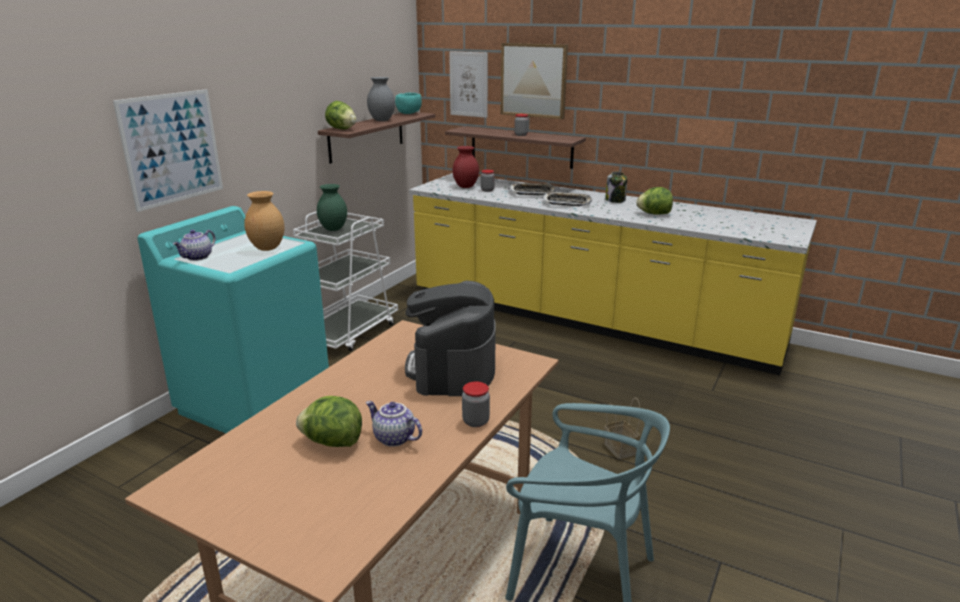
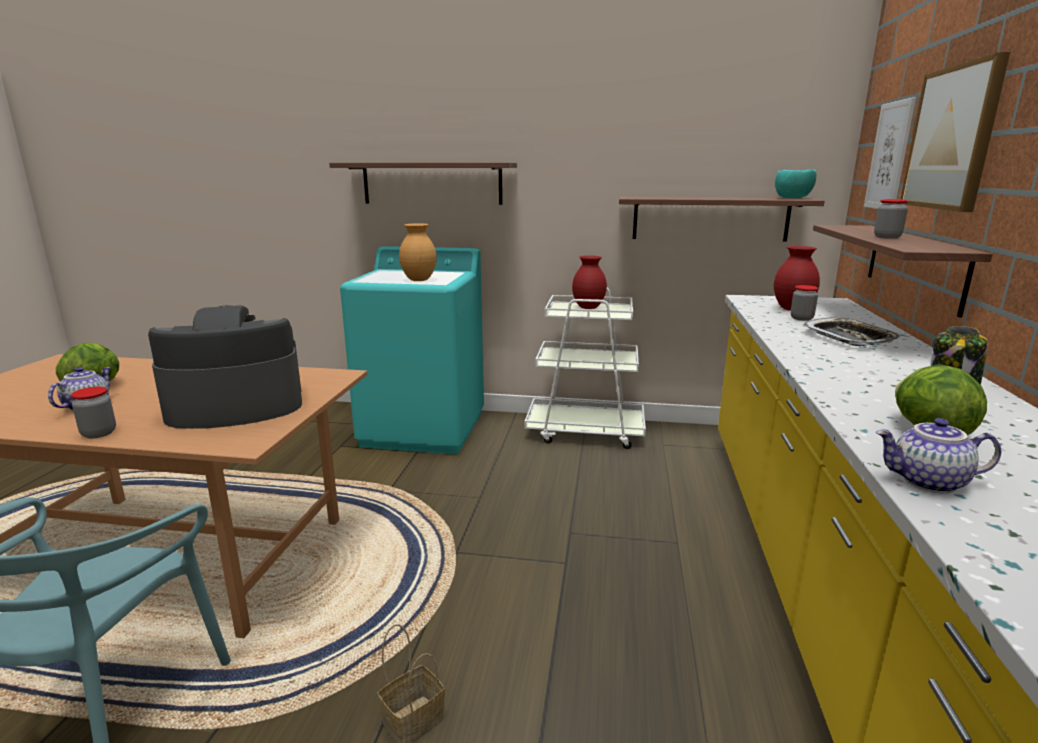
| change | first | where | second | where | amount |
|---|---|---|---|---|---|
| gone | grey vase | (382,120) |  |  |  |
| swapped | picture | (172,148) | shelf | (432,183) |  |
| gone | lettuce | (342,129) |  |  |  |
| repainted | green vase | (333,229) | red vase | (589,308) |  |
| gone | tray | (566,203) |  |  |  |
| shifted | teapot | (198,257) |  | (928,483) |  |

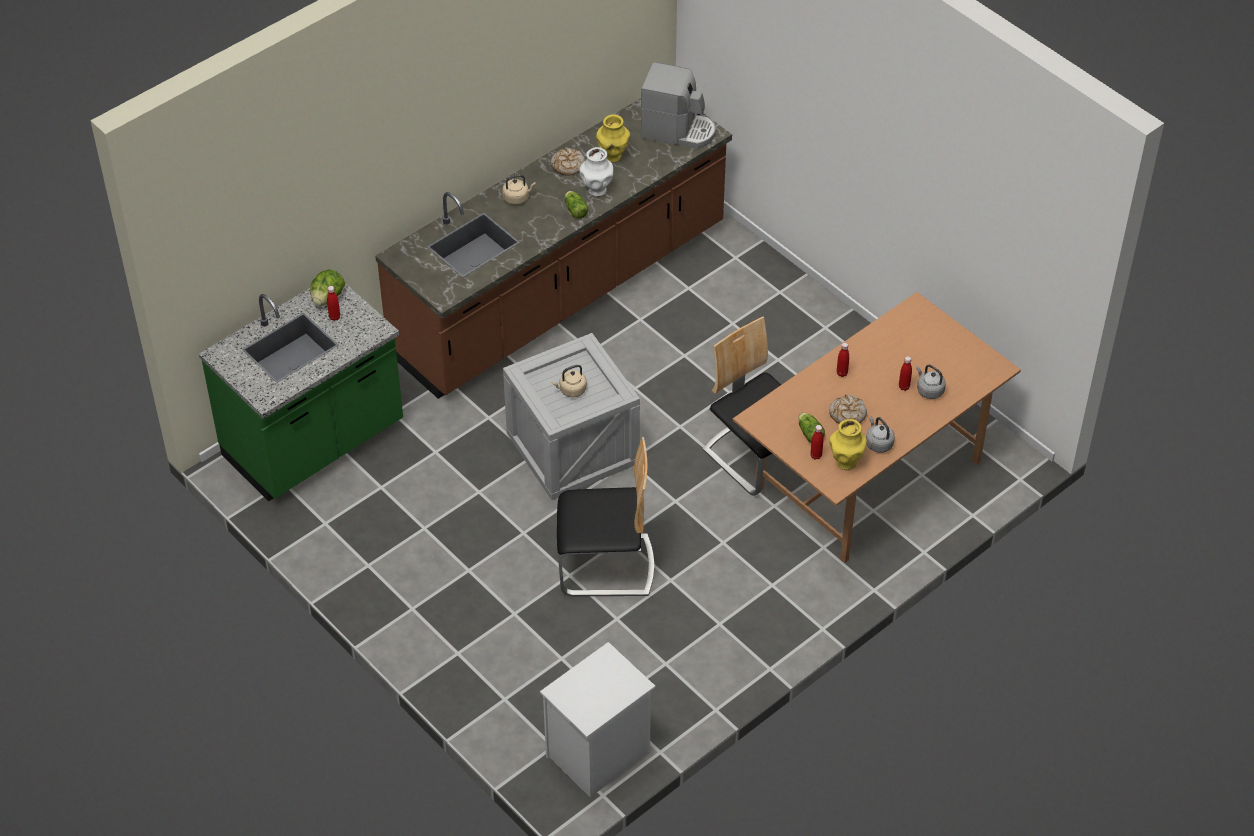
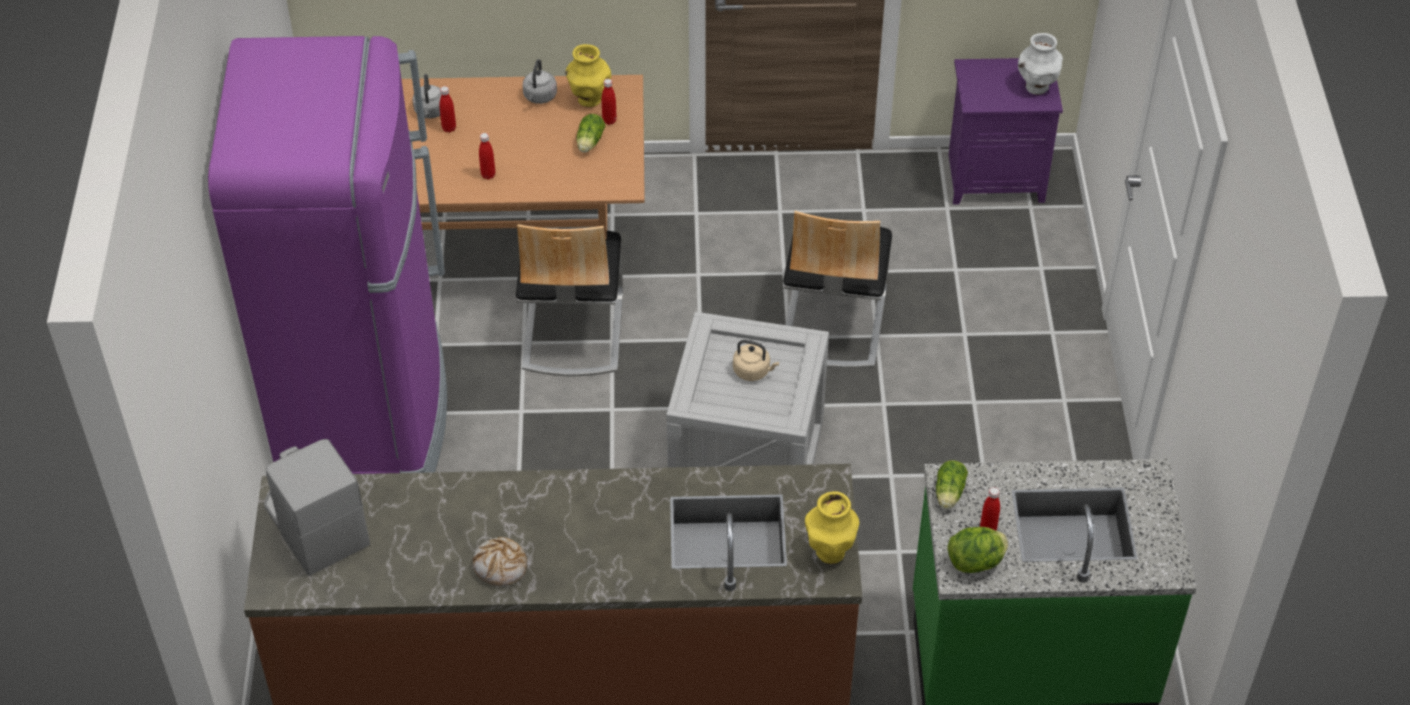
| change | first | where | second | where | amount |
|---|---|---|---|---|---|
| shifted | yellow vase | (612,156) |  | (830,551) |  |
| shifted | white vase | (597,190) |  | (1036,87) |  |
| gone | beige kettle | (517,198) |  |  |  |
| shifted | lettuce | (575,209) |  | (948,494) |  |
| gone | bread | (847,414) |  |  |  |
| rotated | chair | (605,566) |  | (832,322) | 120 degrees counterclockwise |
| repainted | white nightstand | (598,756) | purple nightstand | (996,177) |  |
| new |  |  | purple fridge | (366,415) |  |

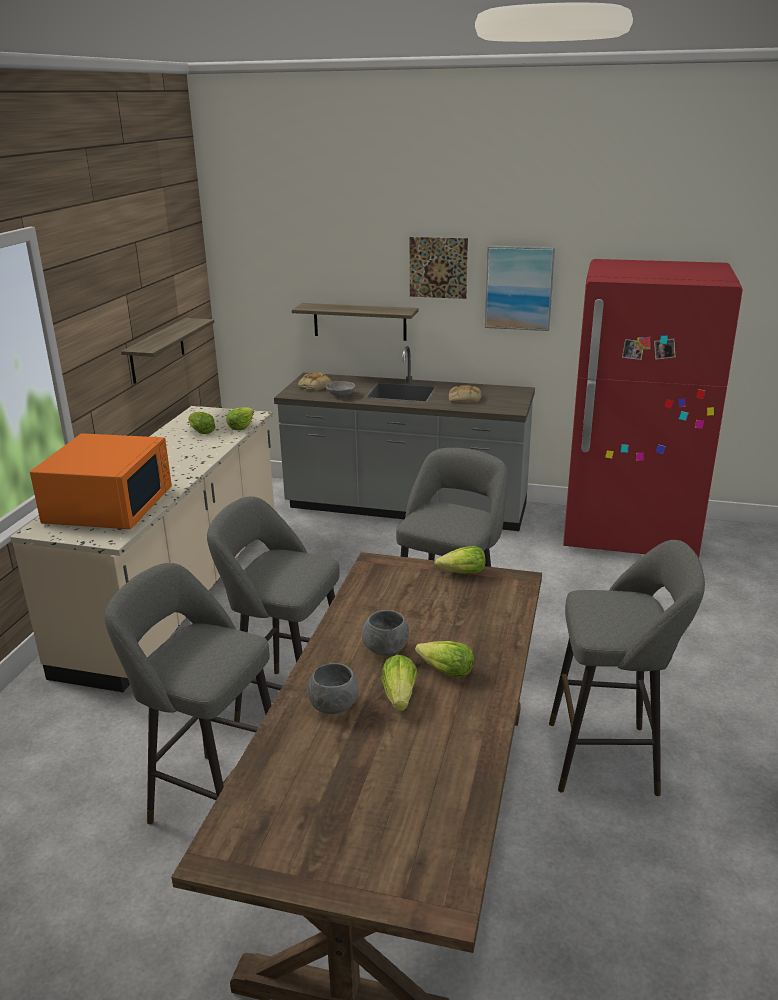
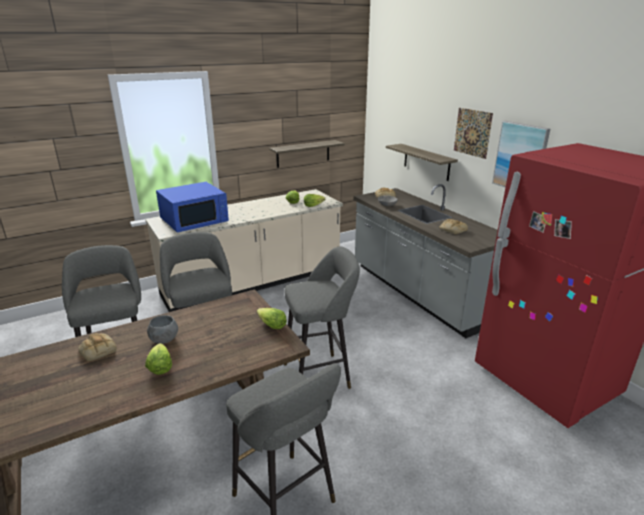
| change | first | where | second | where | amount |
|---|---|---|---|---|---|
| repainted | orange microwave | (110,505) | blue microwave | (195,220) |  |
| gone | lettuce | (399,696) |  |  |  |
| swapped | grey bowl | (333,706) | bread | (97,350) |  |

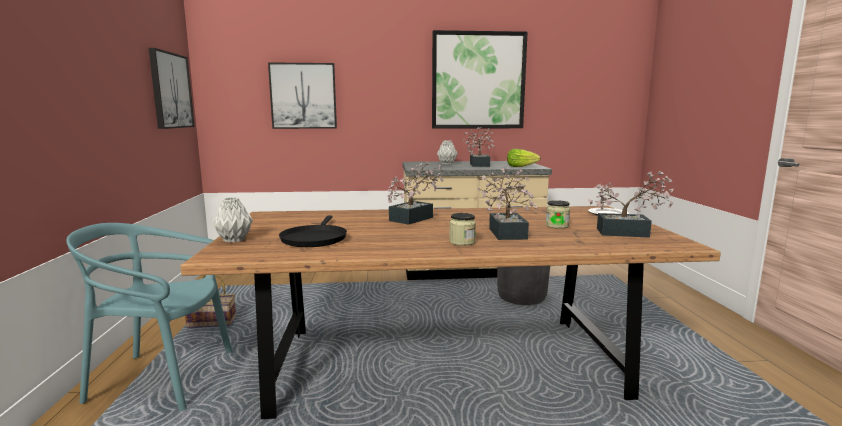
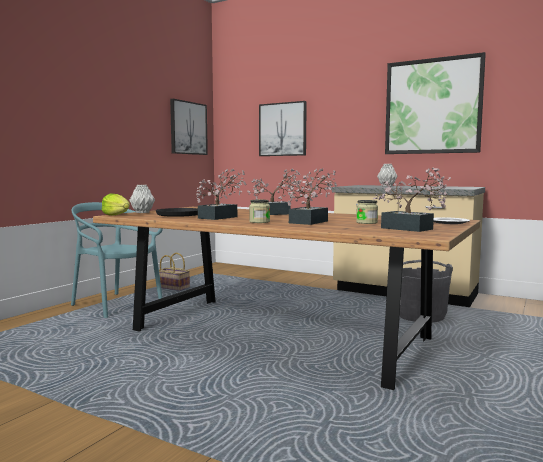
| change | first | where | second | where | amount |
|---|---|---|---|---|---|
| shifted | potted plant | (479,164) |  | (221,217) |  |
| shifted | lettuce | (521,167) |  | (117,215) |  |

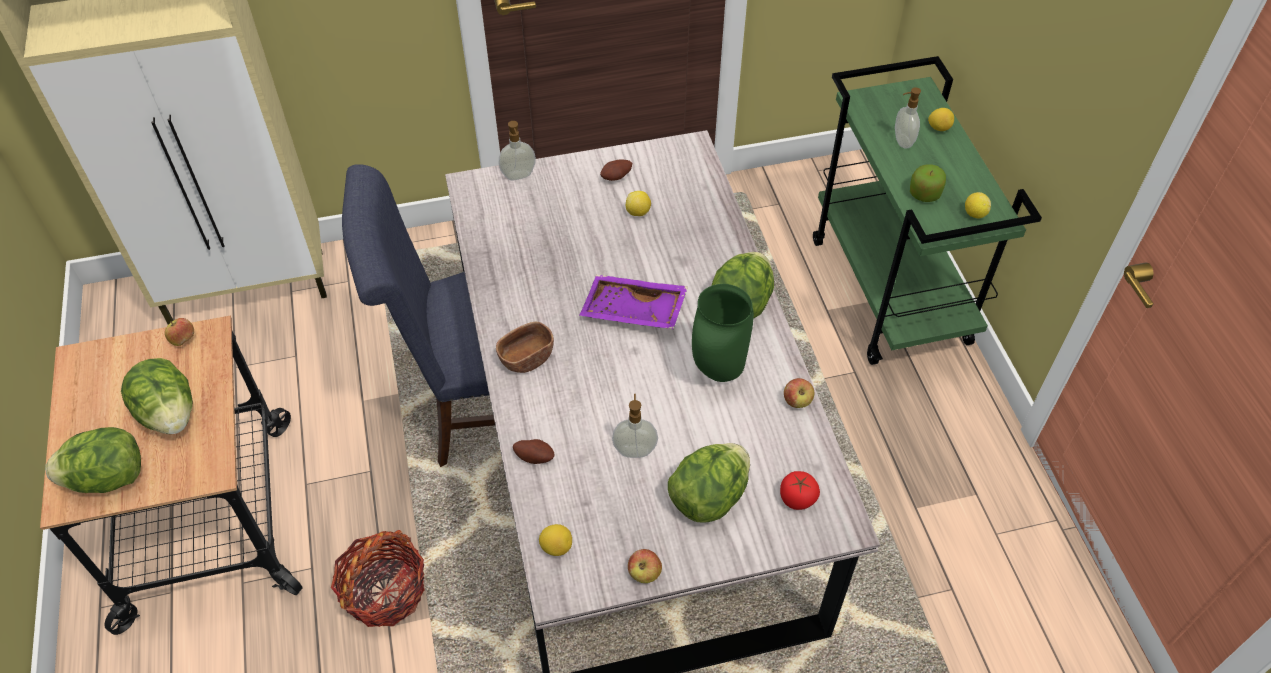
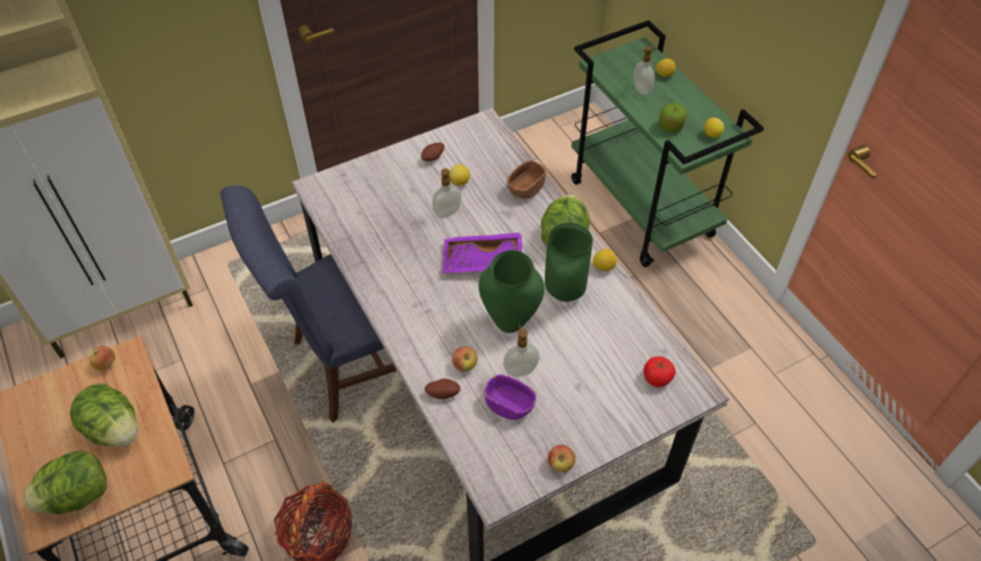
| change | first | where | second | where | amount |
|---|---|---|---|---|---|
| shifted | soap dispenser | (519,176) |  | (448,213) |  |
| shifted | brown bowl | (527,357) |  | (526,188) |  |
| shifted | apple | (797,401) |  | (465,365) |  |
| gone | lettuce | (708,497) |  |  |  |
| shifted | lemon | (556,547) |  | (603,267) |  |
| new |  |  | green vase | (509,323) |  |
| new |  |  | purple bowl | (509,405) |  |

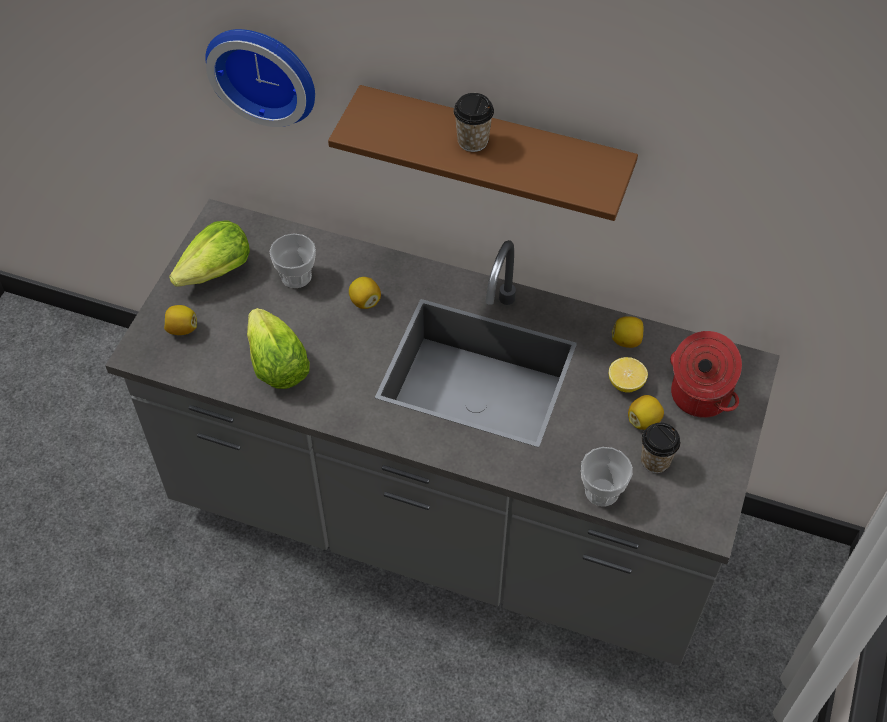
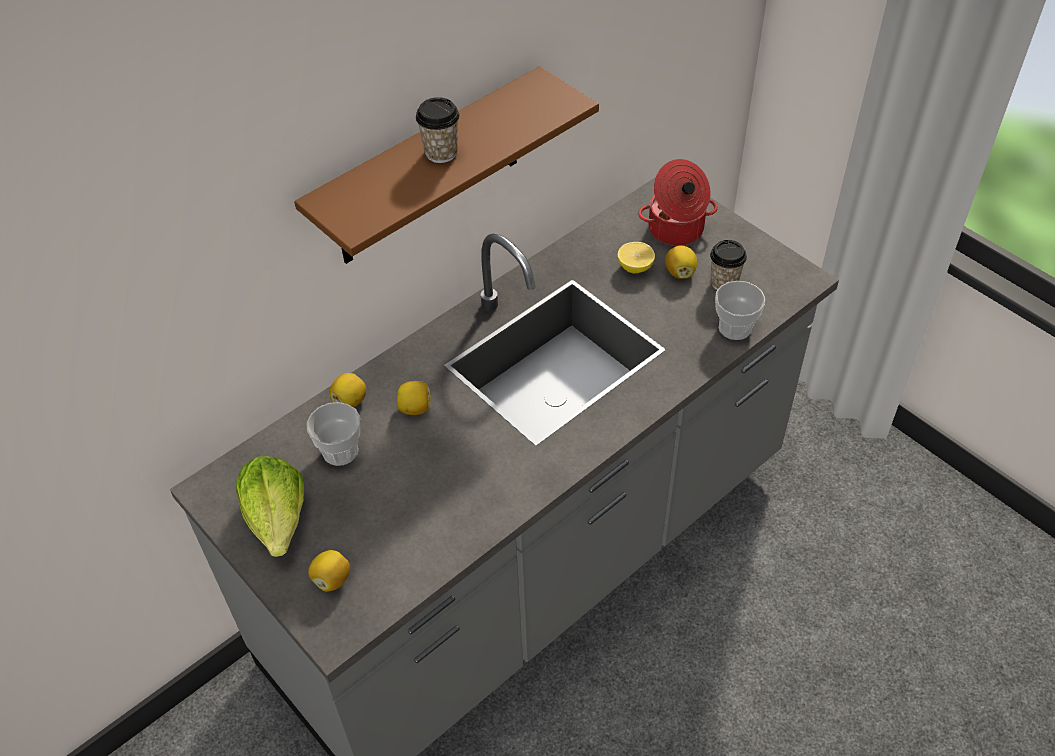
| change | first | where | second | where | amount |
|---|---|---|---|---|---|
| gone | wall clock | (264,71) |  |  |  |
| gone | lettuce | (277,366) |  |  |  |
| shifted | lemon | (627,340) |  | (350,401) |  |

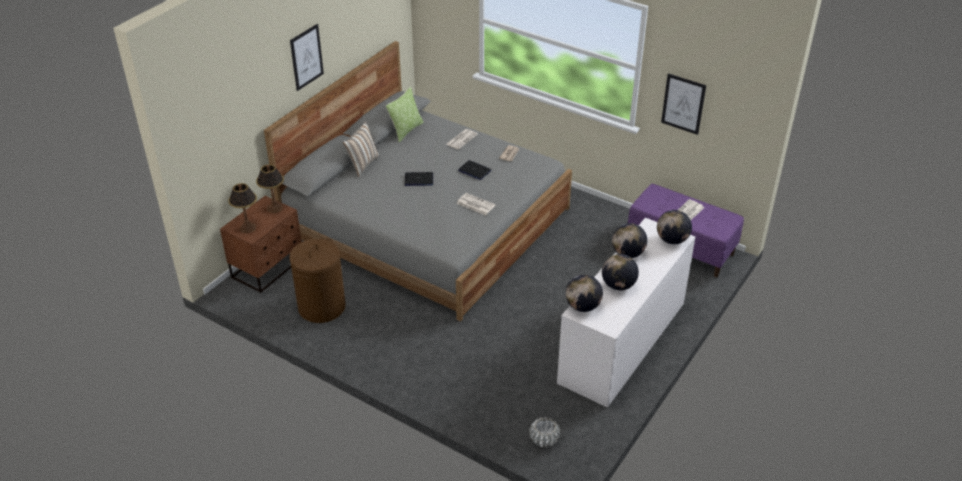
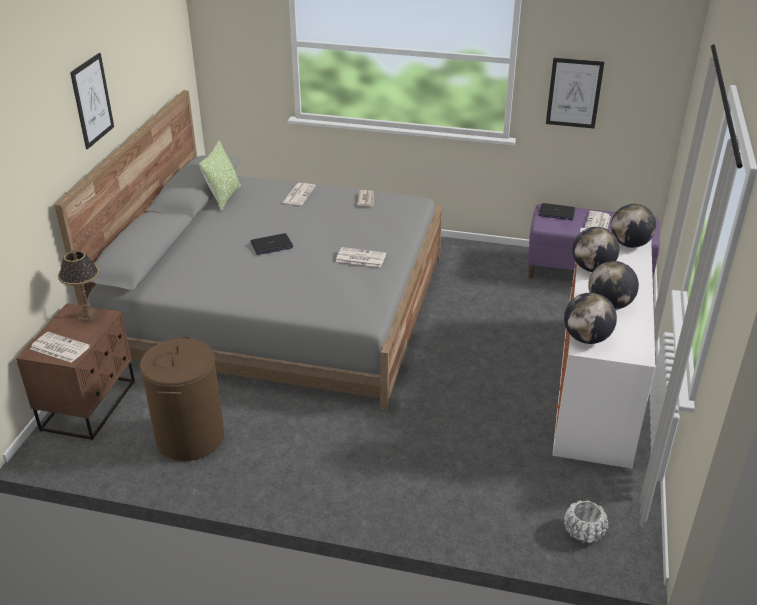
| change | first | where | second | where | amount |
|---|---|---|---|---|---|
| gone | pillow | (362,164) |  |  |  |
| shifted | laptop | (474,171) |  | (556,213) |  |
| swapped | table lamp | (247,227) | newspaper | (59,348) |  |

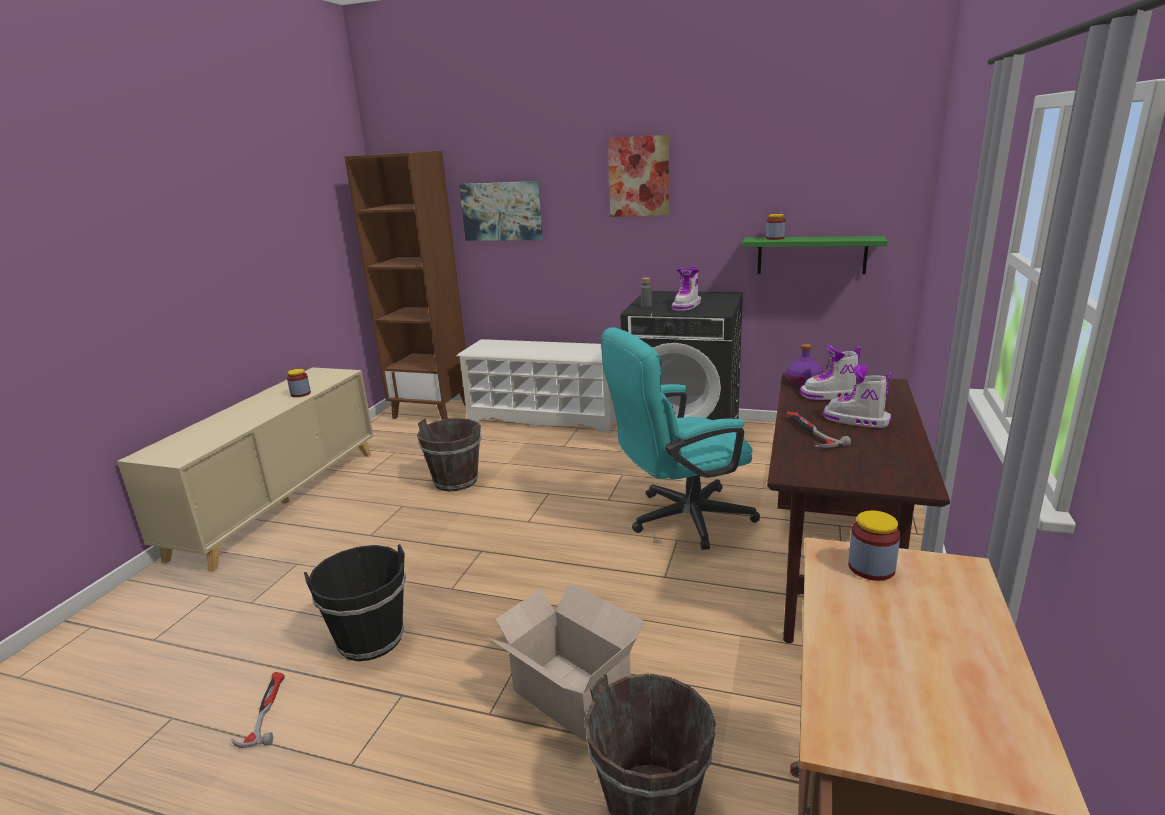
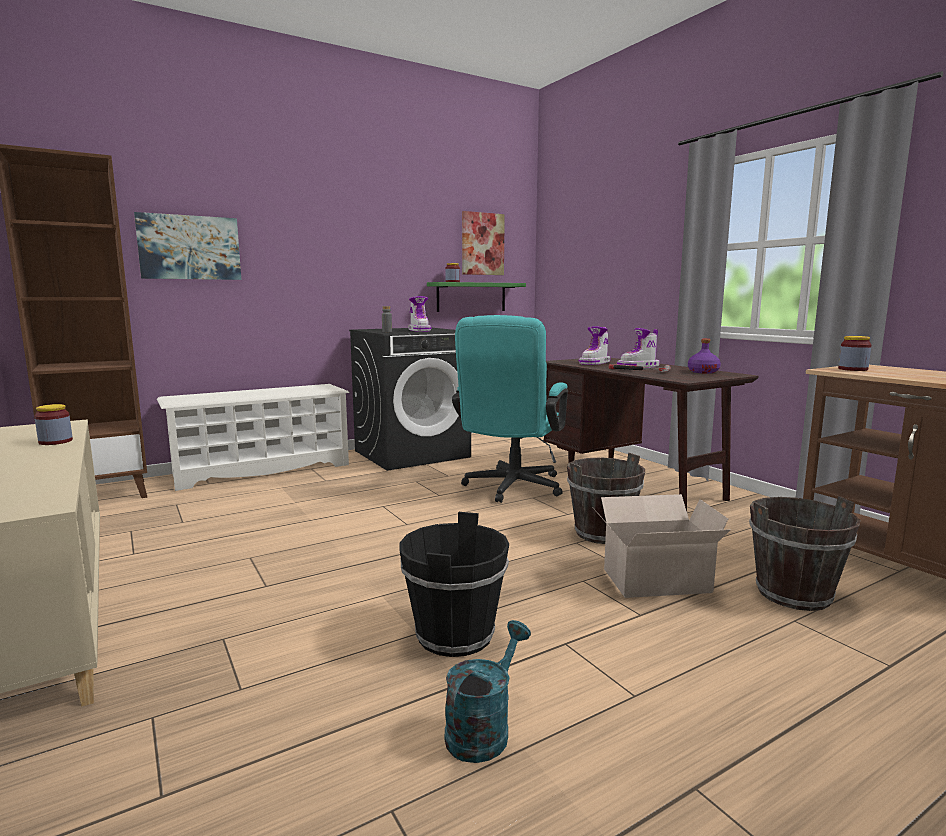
| change | first | where | second | where | amount |
|---|---|---|---|---|---|
| shifted | picture | (639,176) |  | (482,244) |  |
| shifted | purple bottle | (804,382) |  | (703,372) |  |
| shifted | brown bucket | (455,481) |  | (602,534) |  |
| swapped | hammer | (264,712) | turquoise watering can | (483,729) |  |

